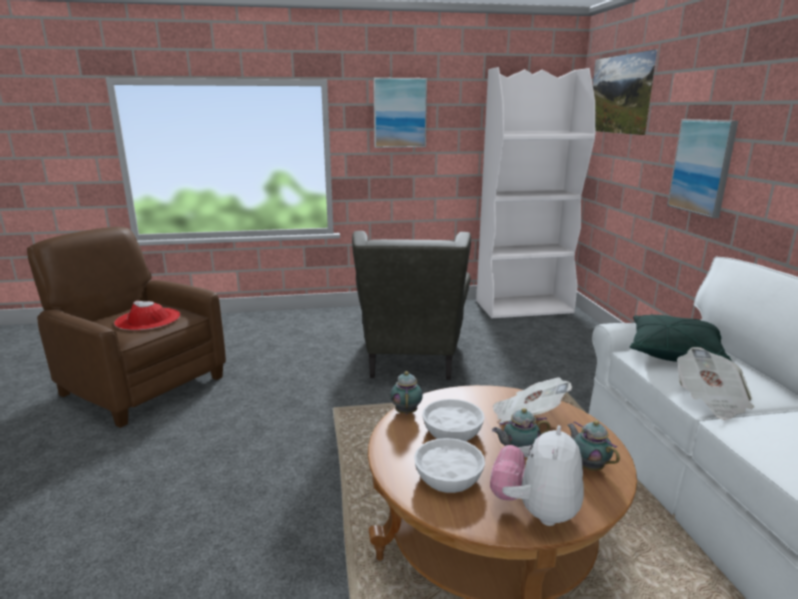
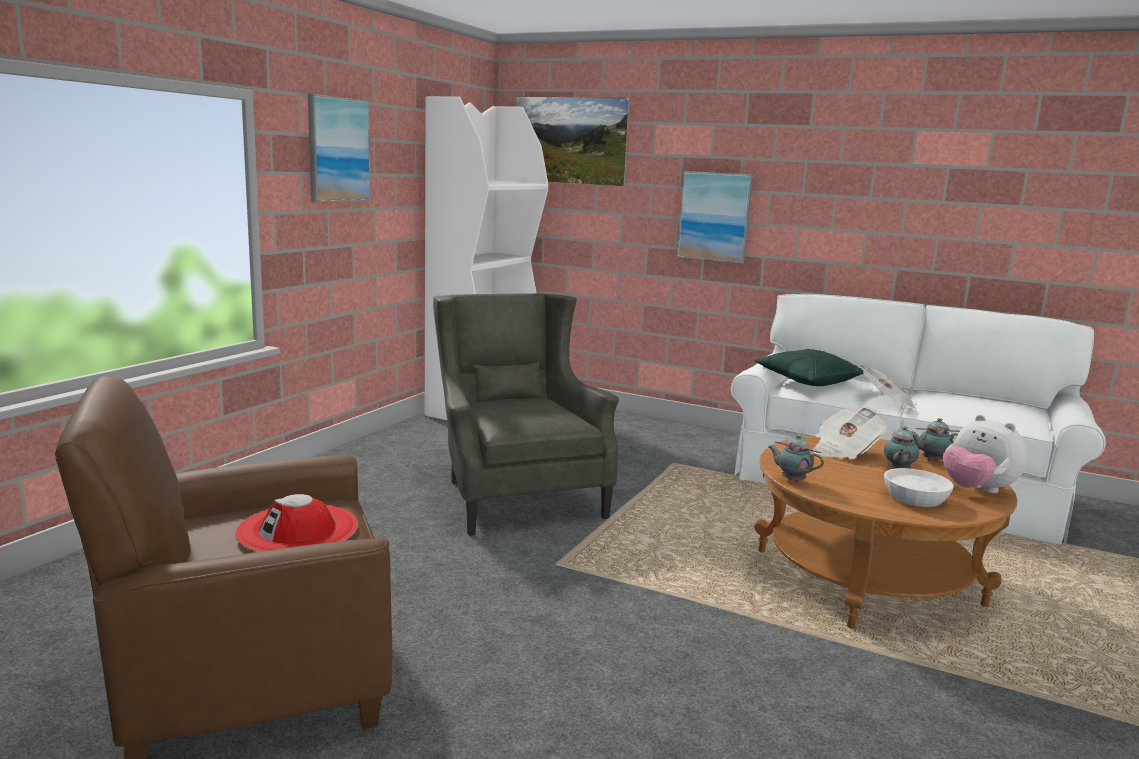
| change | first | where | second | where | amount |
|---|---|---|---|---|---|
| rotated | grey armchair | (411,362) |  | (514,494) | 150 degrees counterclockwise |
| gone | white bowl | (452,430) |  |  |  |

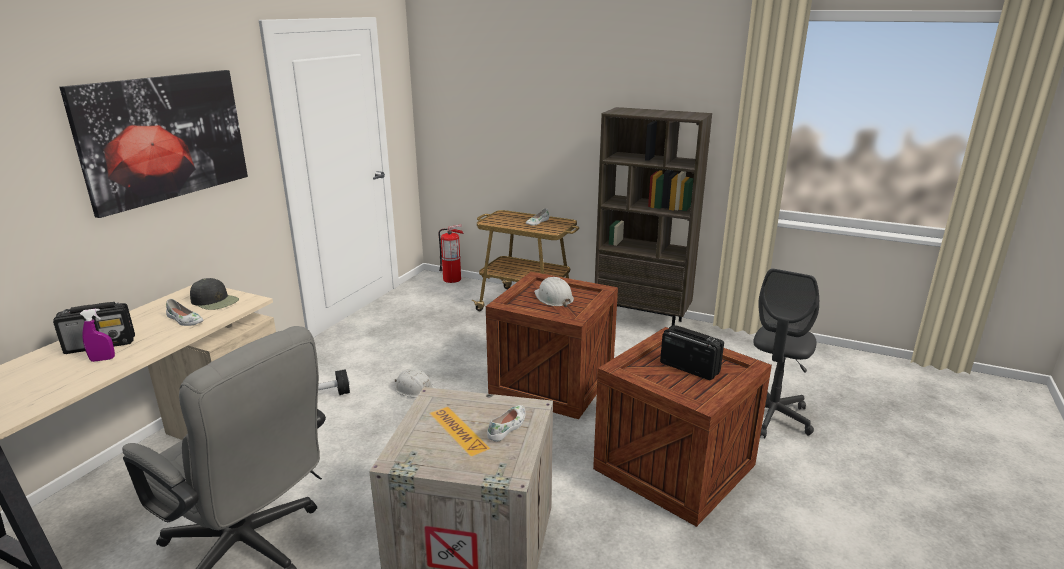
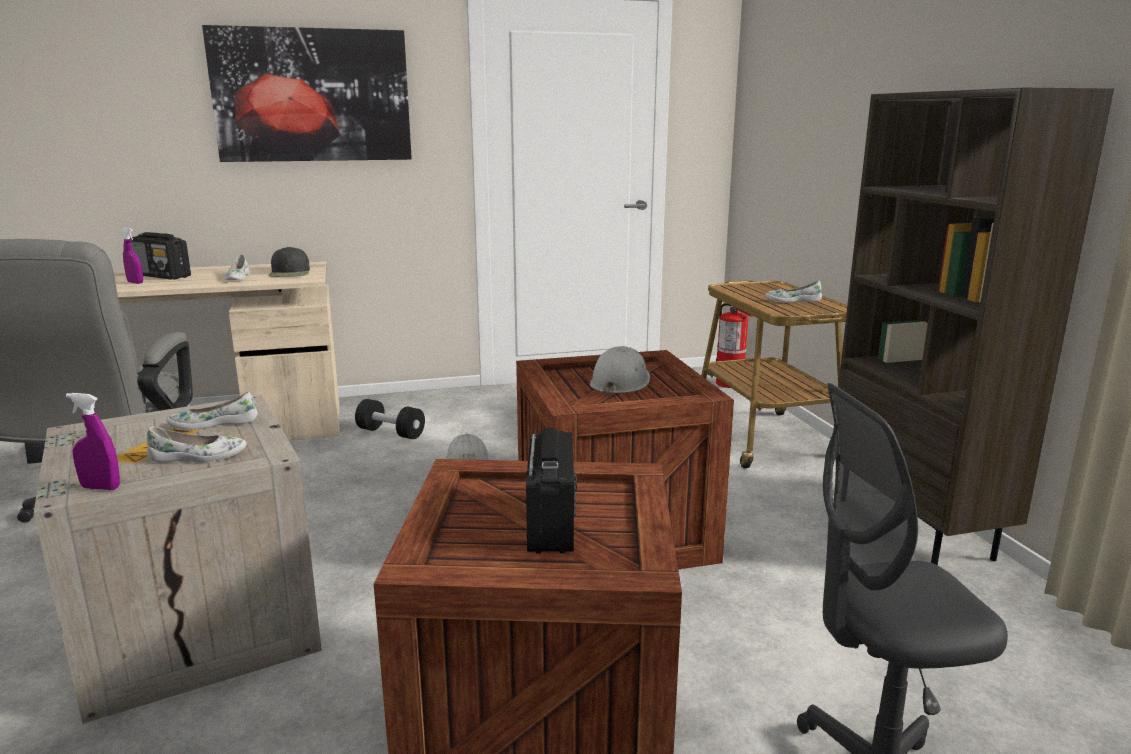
| change | first | where | second | where | amount |
|---|---|---|---|---|---|
| new |  |  | white shoe | (214,423) |  |
| new |  |  | purple spray bottle | (101,488) |  |

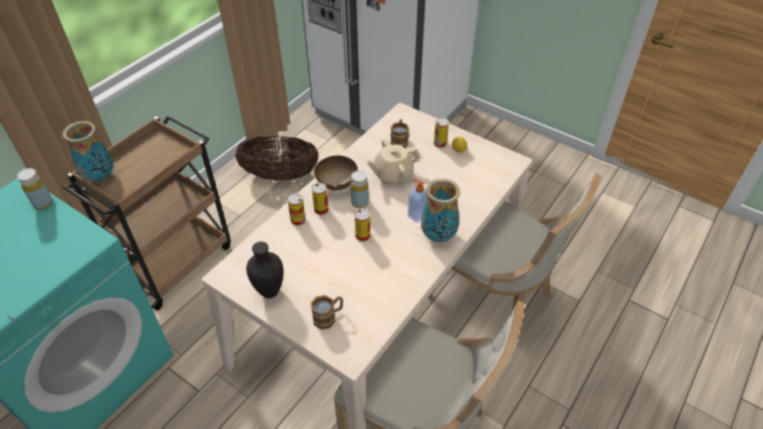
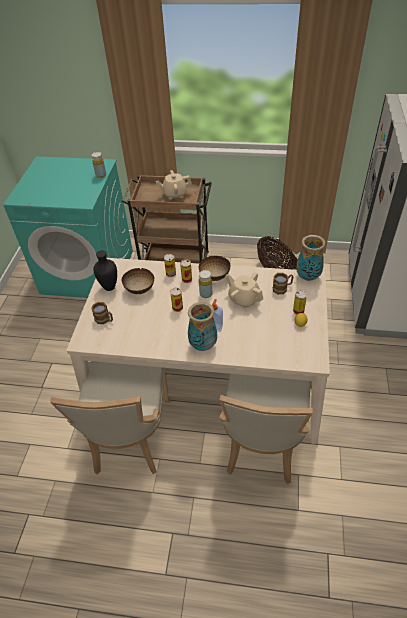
| change | first | where | second | where | amount |
|---|---|---|---|---|---|
| shifted | vase | (100,177) |  | (308,277) |  |
| new |  |  | beige teapot | (175,194) |  |
| new |  |  | bowl | (140,289) |  |

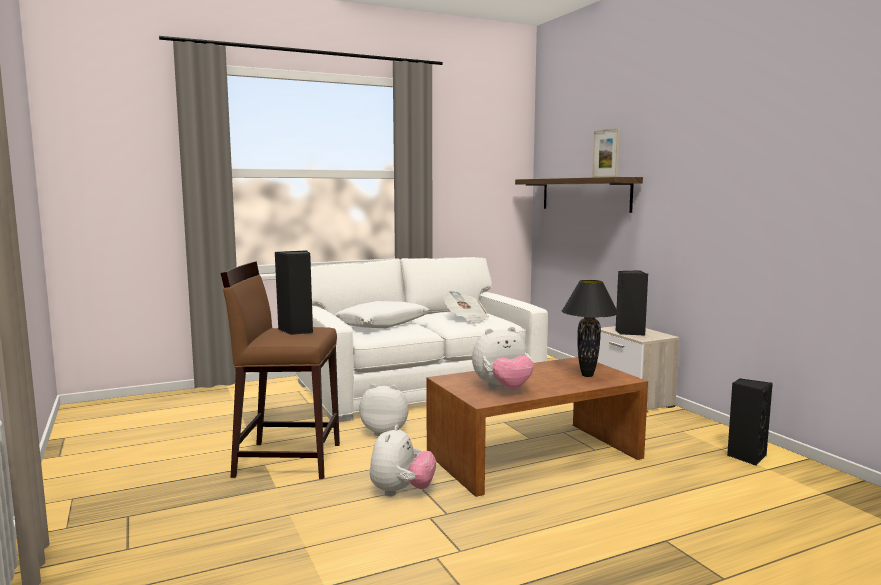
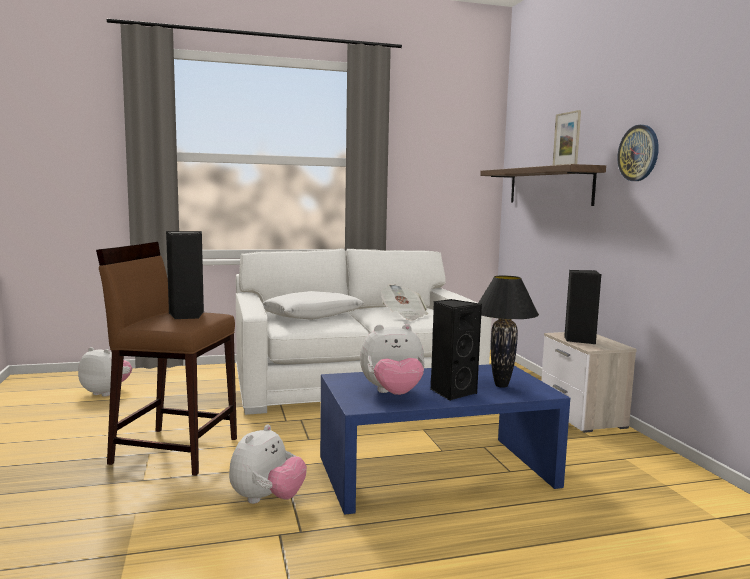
| change | first | where | second | where | amount |
|---|---|---|---|---|---|
| repainted | brown coffee table | (533,455) | blue coffee table | (436,471) |  |
| shifted | black speaker | (746,456) |  | (452,392) |  |
| shifted | plush toy | (386,432) |  | (106,392) |  |
| new |  |  | wall clock | (638,153) |  |

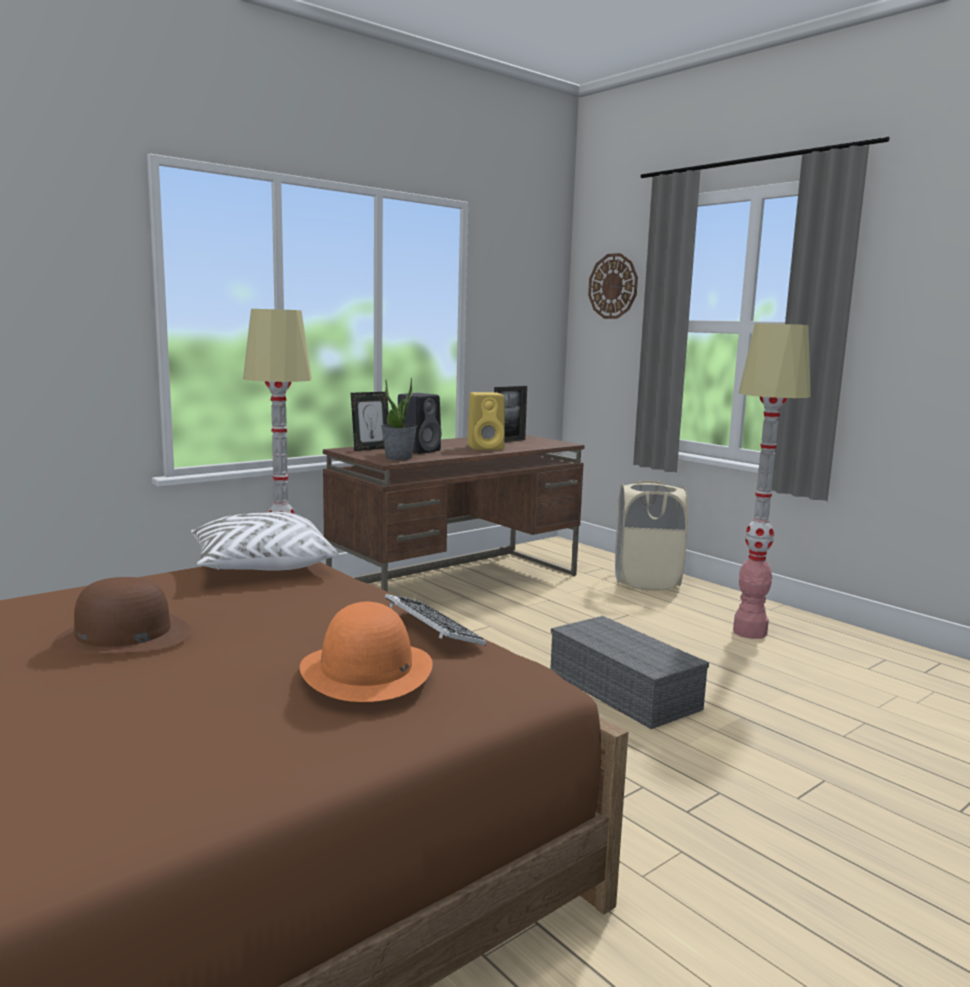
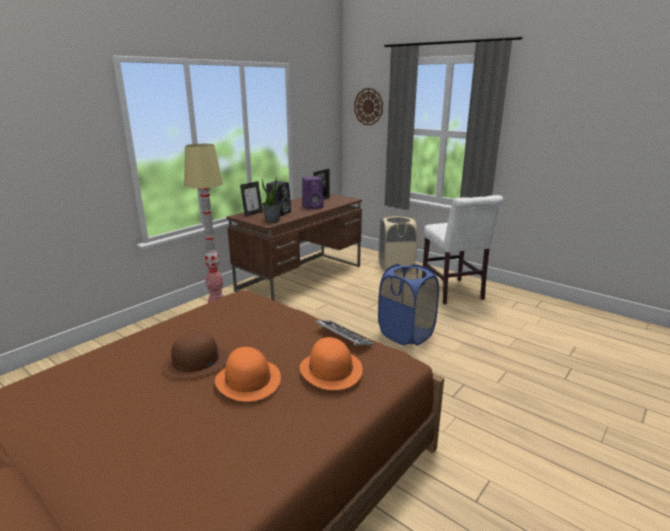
| change | first | where | second | where | amount |
|---|---|---|---|---|---|
| swapped | floor lamp | (749,632) | white chair | (453,293) |  |
| repainted | yellow speaker | (486,447) | purple speaker | (313,207) |  |
| gone | white pillow | (261,566) |  |  |  |
| swapped | grey storage box | (626,690) | blue laundry basket | (406,334) |  |
| new |  |  | orange hat | (248,380) |  |

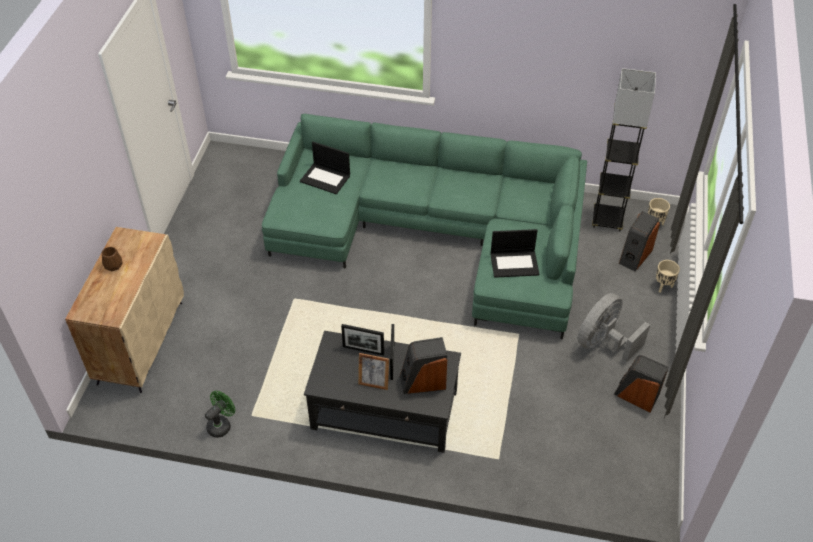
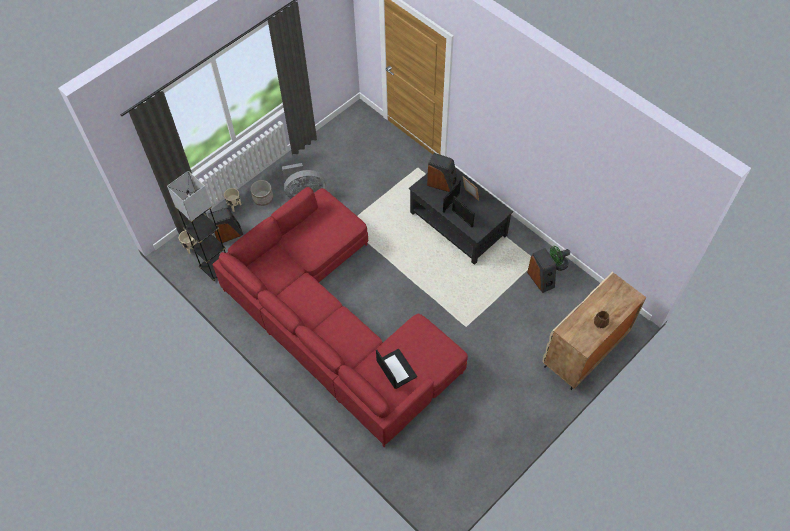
| change | first | where | second | where | amount |
|---|---|---|---|---|---|
| repainted | green sofa | (436,234) | red sofa | (335,323) |  |
| gone | laptop | (515,263) |  |  |  |
| shifted | speaker | (636,395) |  | (541,279) |  |
| new |  |  | planter | (263,198) |  |

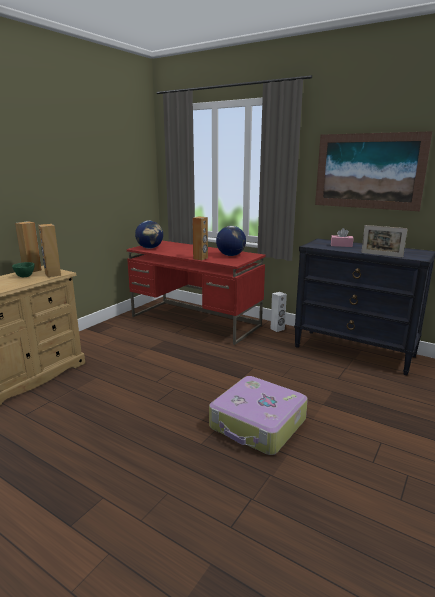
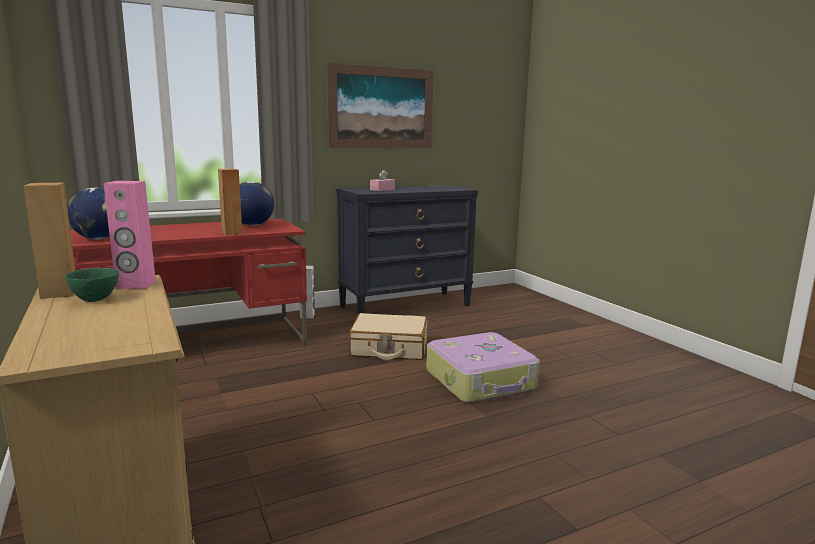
| change | first | where | second | where | amount |
|---|---|---|---|---|---|
| repainted | brown speaker | (52,274) | pink speaker | (135,285) |  |
| gone | picture frame | (381,255) |  |  |  |
| new |  |  | beige suitcase | (389,348) |  |

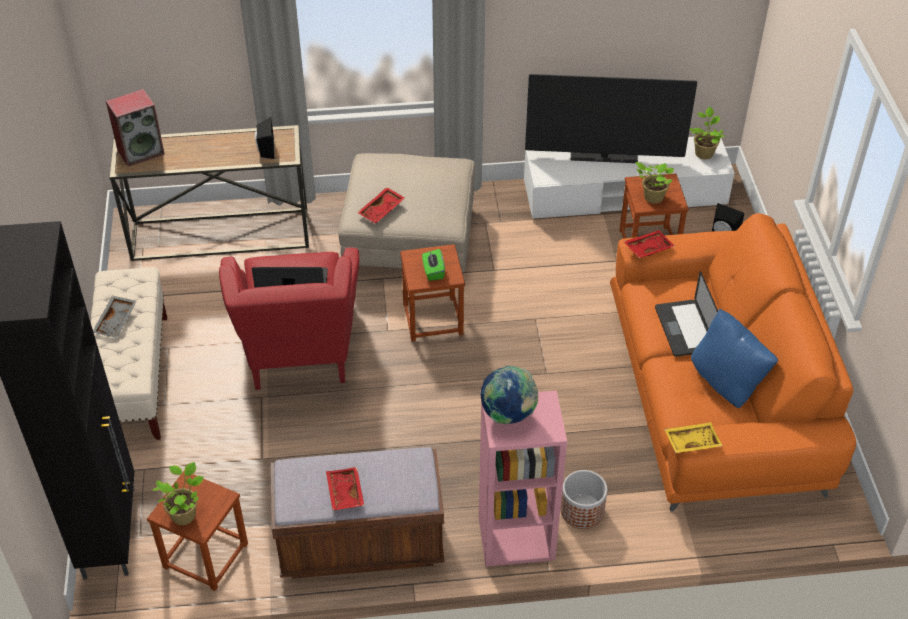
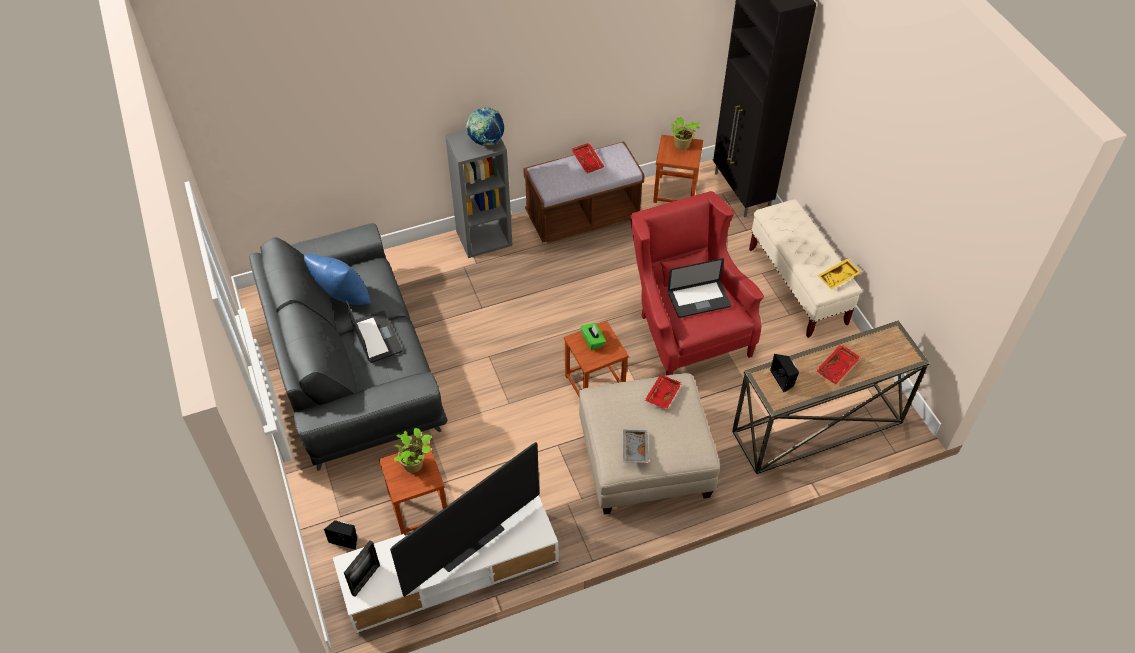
| change | first | where | second | where | amount |
|---|---|---|---|---|---|
| rotated | television | (604,158) |  | (472,546) | 150 degrees clockwise |
| gone | speaker | (141,151) |  |  |  |
| swapped | potted plant | (704,152) | picture frame | (366,580) |  |
| repainted | orange sofa | (714,396) | grey sofa | (353,365) |  |
| shifted | red tray | (647,248) |  | (837,368) |  |
| shifted | grey tray | (116,321) |  | (634,449) |  |
| repainted | pink bookcase | (515,539) | grey bookcase | (484,237) |  |
| shifted | yellow tray | (691,441) |  | (838,278) |  |
| gone | planter | (582,511) |  |  |  |

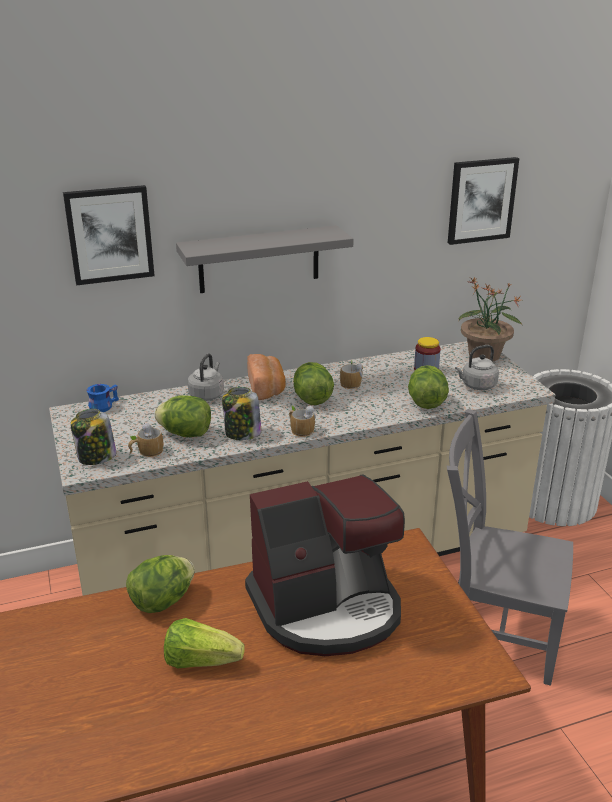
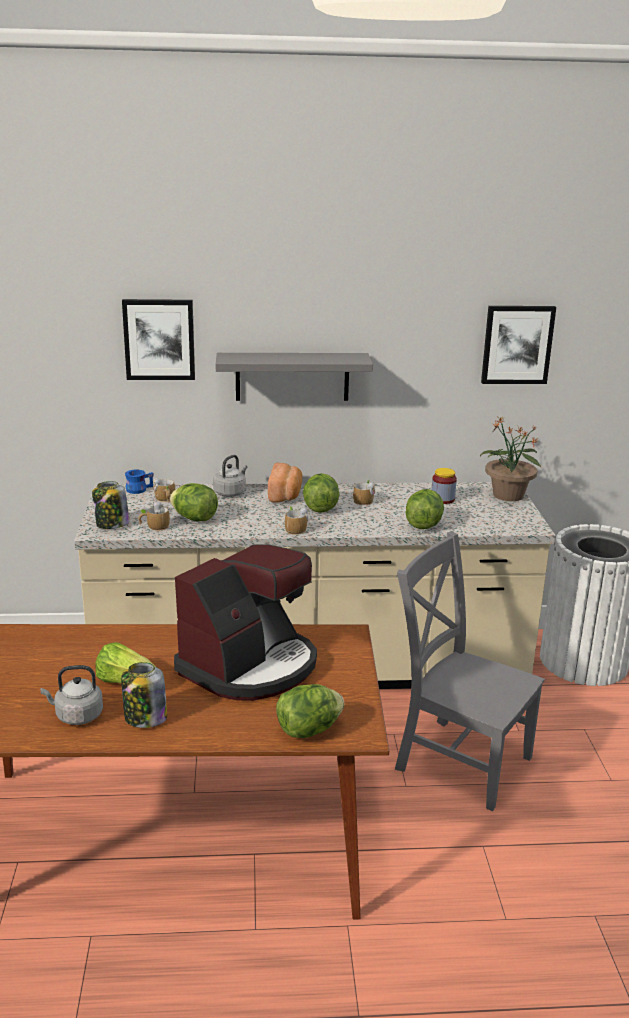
| change | first | where | second | where | amount |
|---|---|---|---|---|---|
| shifted | grey kettle | (477,386) |  | (76,716) |  |
| shifted | jar | (242,433) |  | (145,718) |  |
| rotated | coffee machine | (327,607) |  | (250,666) | 45 degrees counterclockwise |
| shifted | lettuce | (162,601) |  | (308,730) |  |
| new |  |  | mug | (165,499) |  |

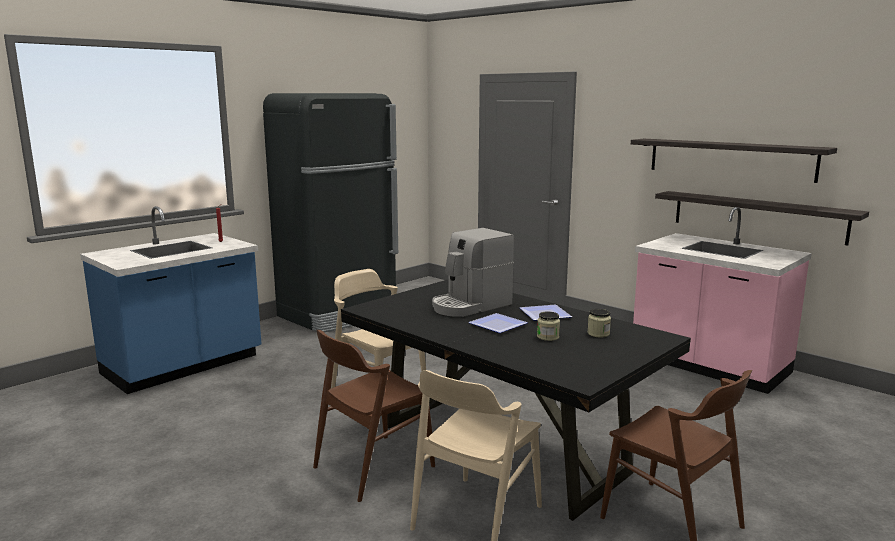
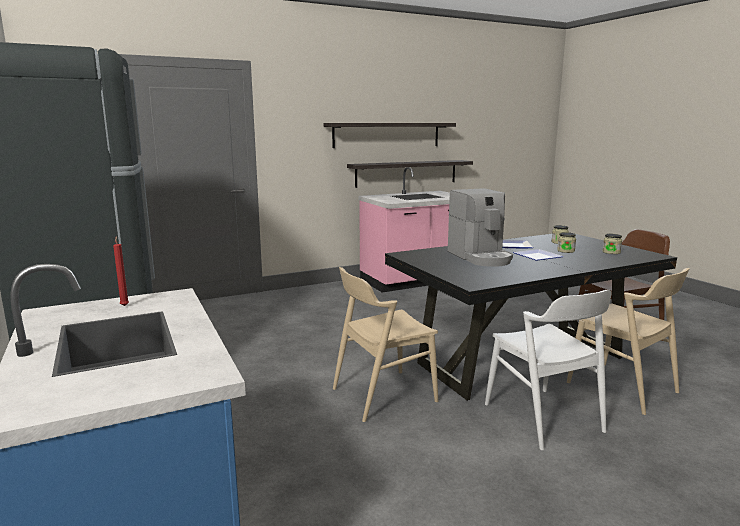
| change | first | where | second | where | amount |
|---|---|---|---|---|---|
| repainted | brown chair | (373,466) | white chair | (543,417) |  |
| new |  |  | jar | (611,252) |  |

